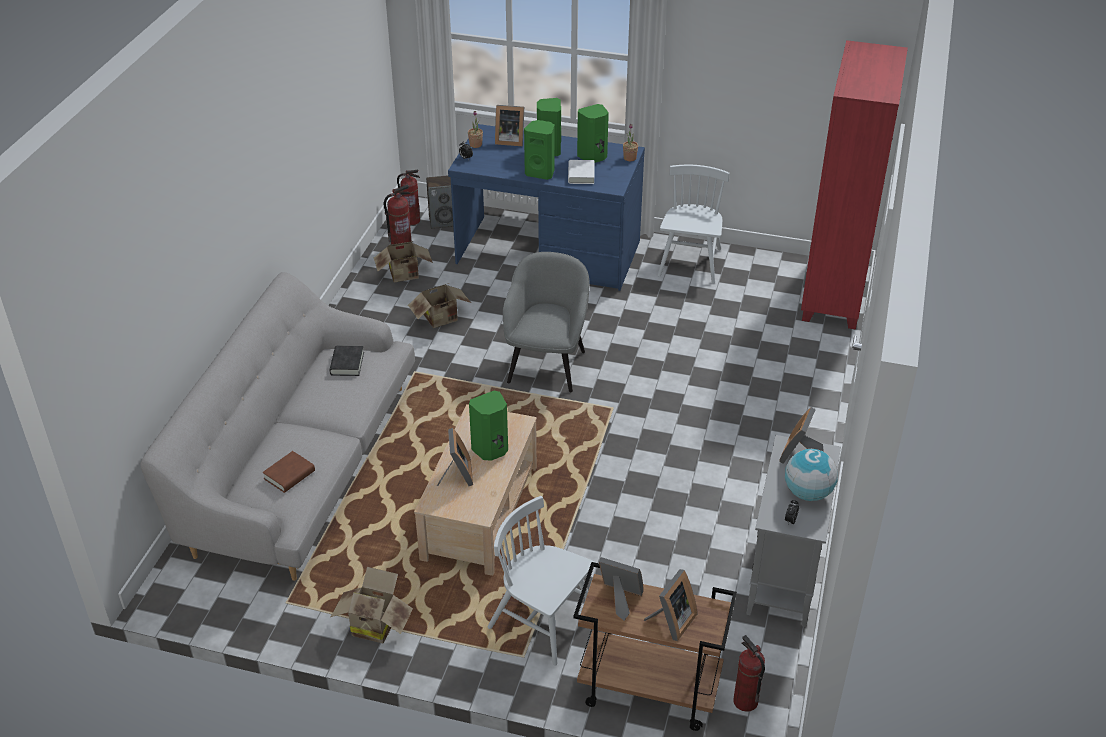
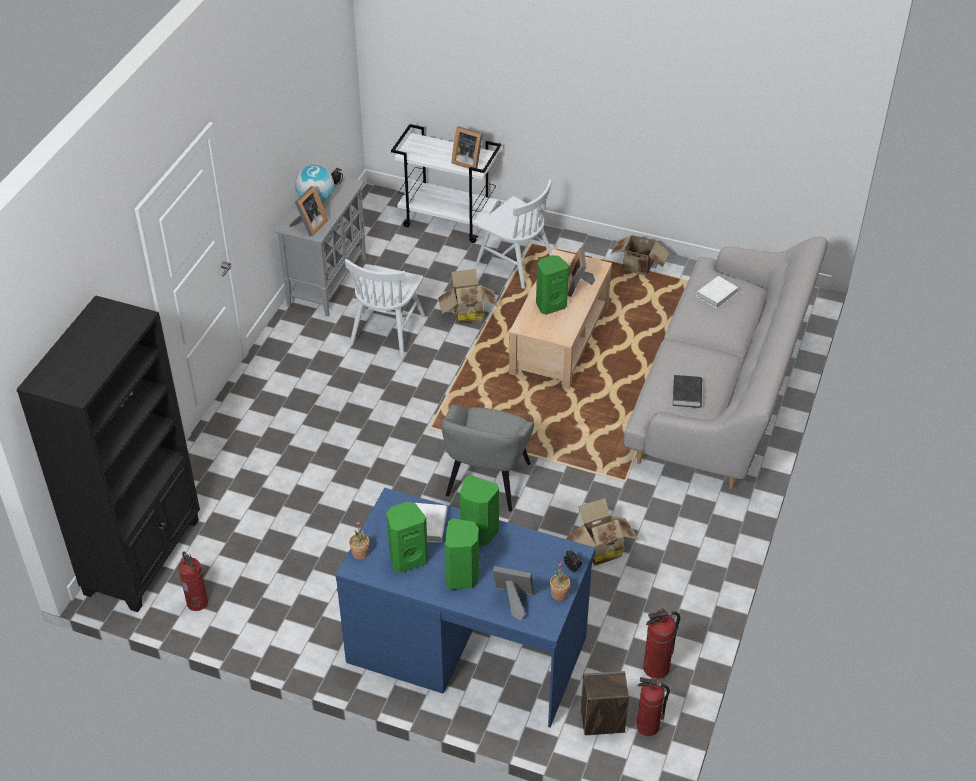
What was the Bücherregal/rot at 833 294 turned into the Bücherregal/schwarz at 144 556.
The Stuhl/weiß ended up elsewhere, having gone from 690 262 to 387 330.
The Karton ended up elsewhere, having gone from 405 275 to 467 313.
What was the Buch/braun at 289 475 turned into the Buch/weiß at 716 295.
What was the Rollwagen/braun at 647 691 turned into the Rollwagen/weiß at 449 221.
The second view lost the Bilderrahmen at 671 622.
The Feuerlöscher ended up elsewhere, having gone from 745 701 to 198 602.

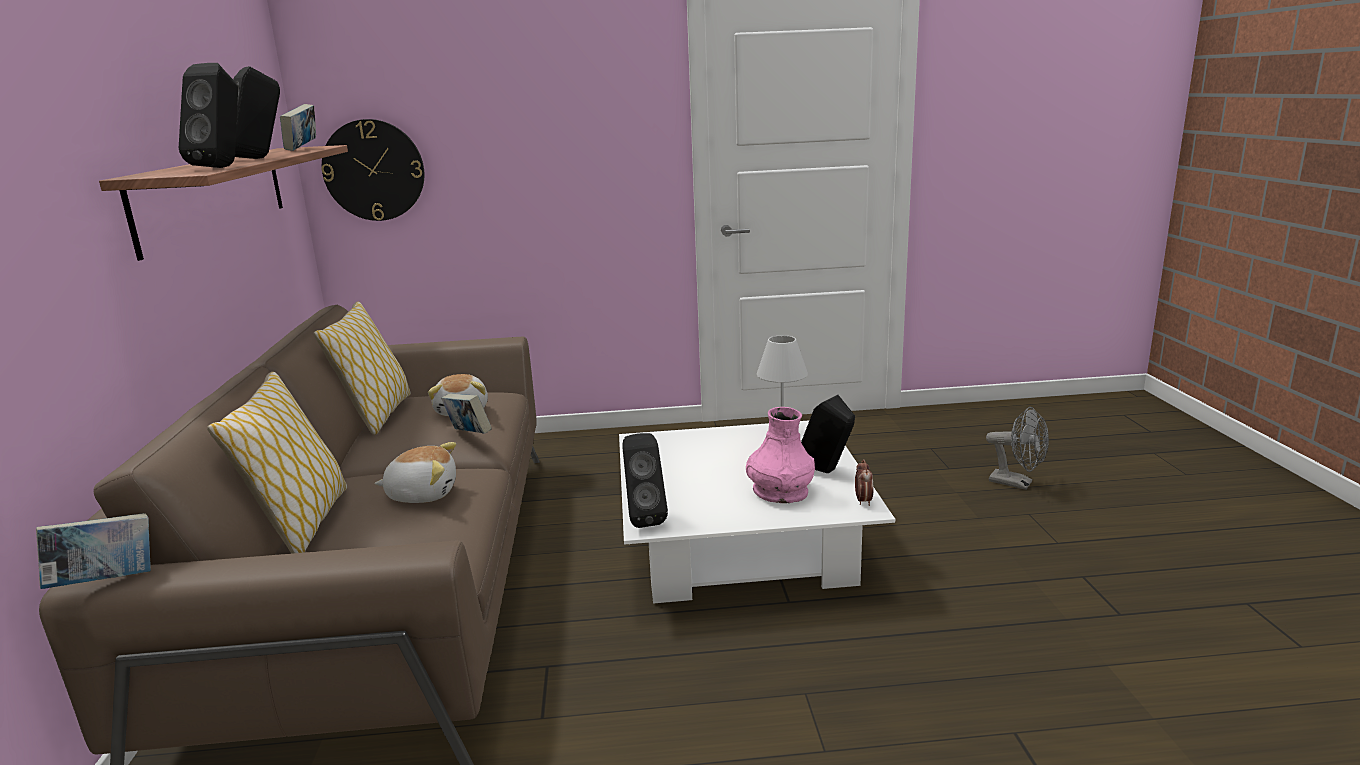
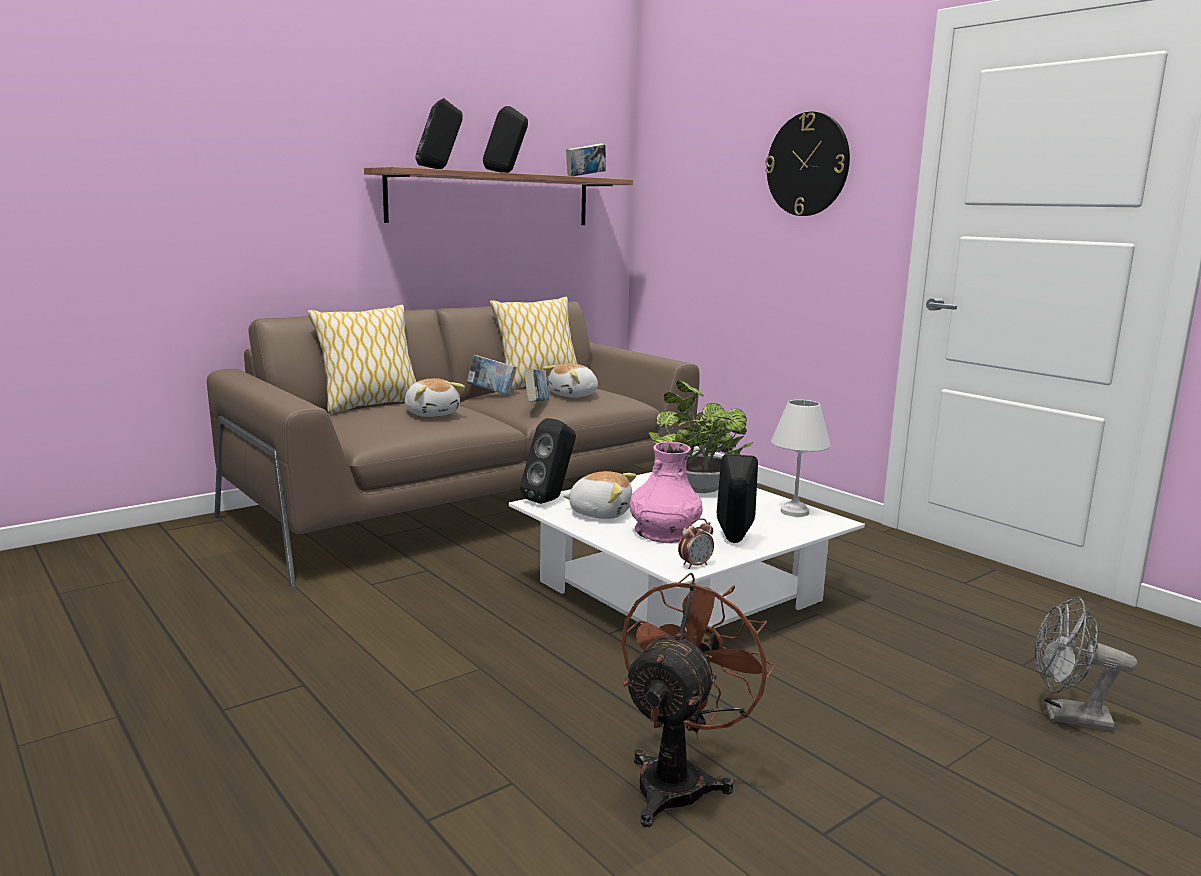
The Wanduhr ended up elsewhere, having gone from 374 170 to 808 164.
The Ventilator/grau at 1017 483 ended up facing another way, 105 degrees clockwise from before.
The Buch ended up elsewhere, having gone from 105 582 to 491 393.
The second view gained the Topfpflanze at 696 487.
The second view gained the Plüschtier at 600 513.
The second view gained the Ventilator/braun at 679 779.

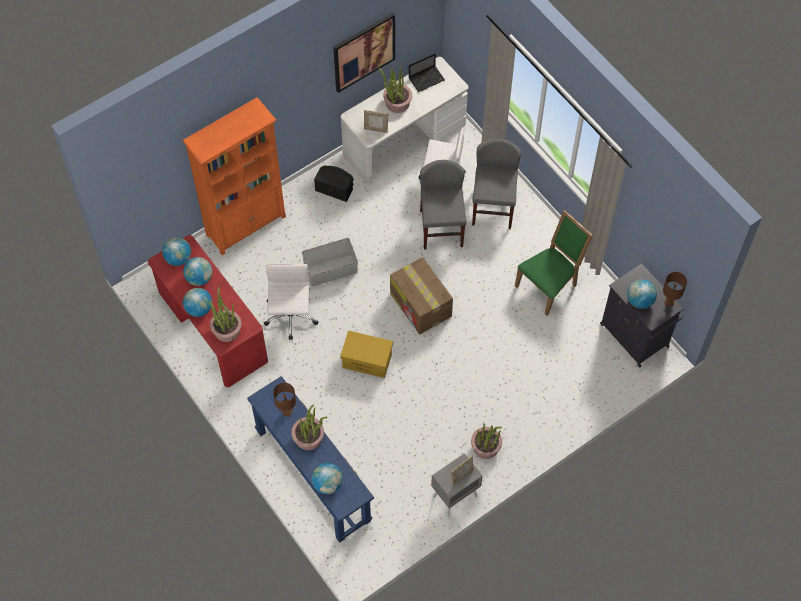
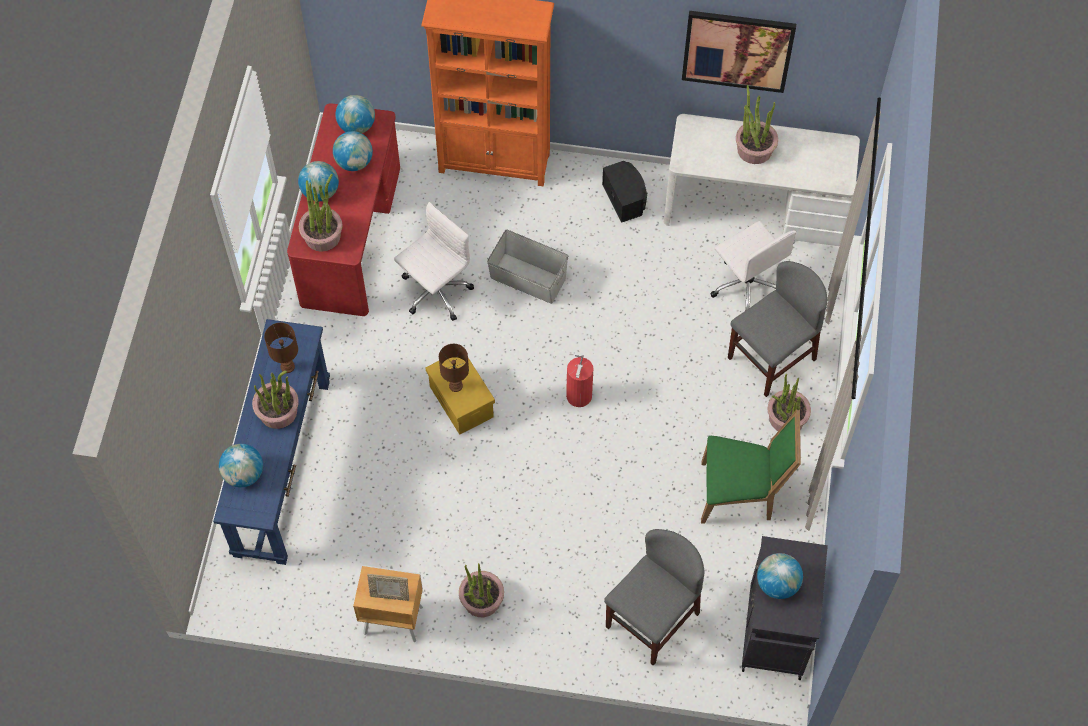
The second view lost the Laptop at 427 79.
The second view lost the Bilderrahmen at 376 129.
The Stuhl/grau ended up elsewhere, having gone from 441 228 to 652 620.
Where the Karton stood at 421 305, the Feuerlöscher came to stand at 579 394.
The Tischlampe/braun ended up elsewhere, having gone from 669 302 to 456 385.
What was the Nachttisch/grau at 453 497 turned into the Nachttisch/braun at 392 619.
The second view gained the Topfpflanze at 786 418.

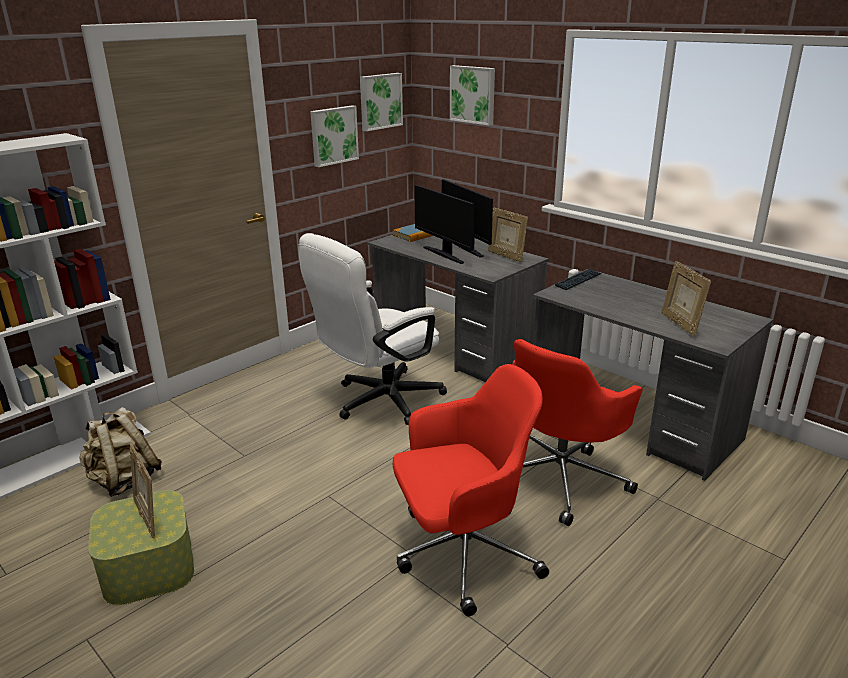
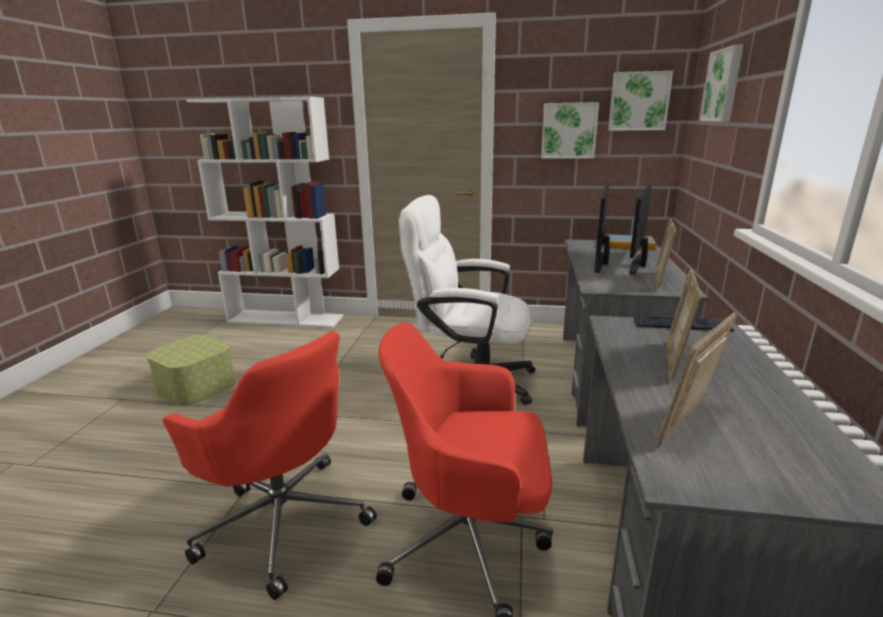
The second view lost the Rucksack/beige at 124 480.
The Bilderrahmen ended up elsewhere, having gone from 148 517 to 674 361.

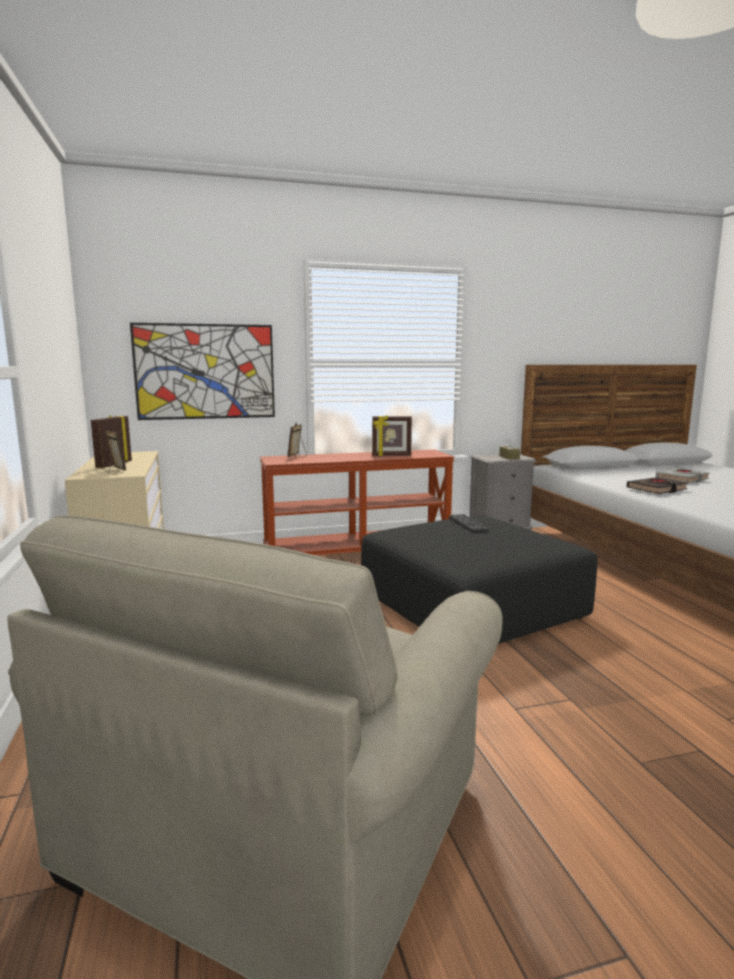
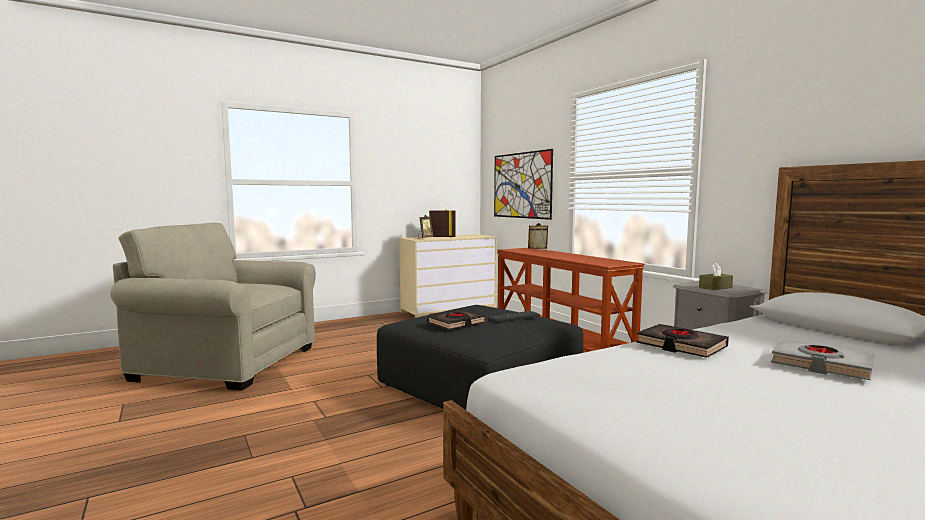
The second view lost the Bilderrahmen at 391 455.
The second view gained the Buch/schwarz at 456 323.

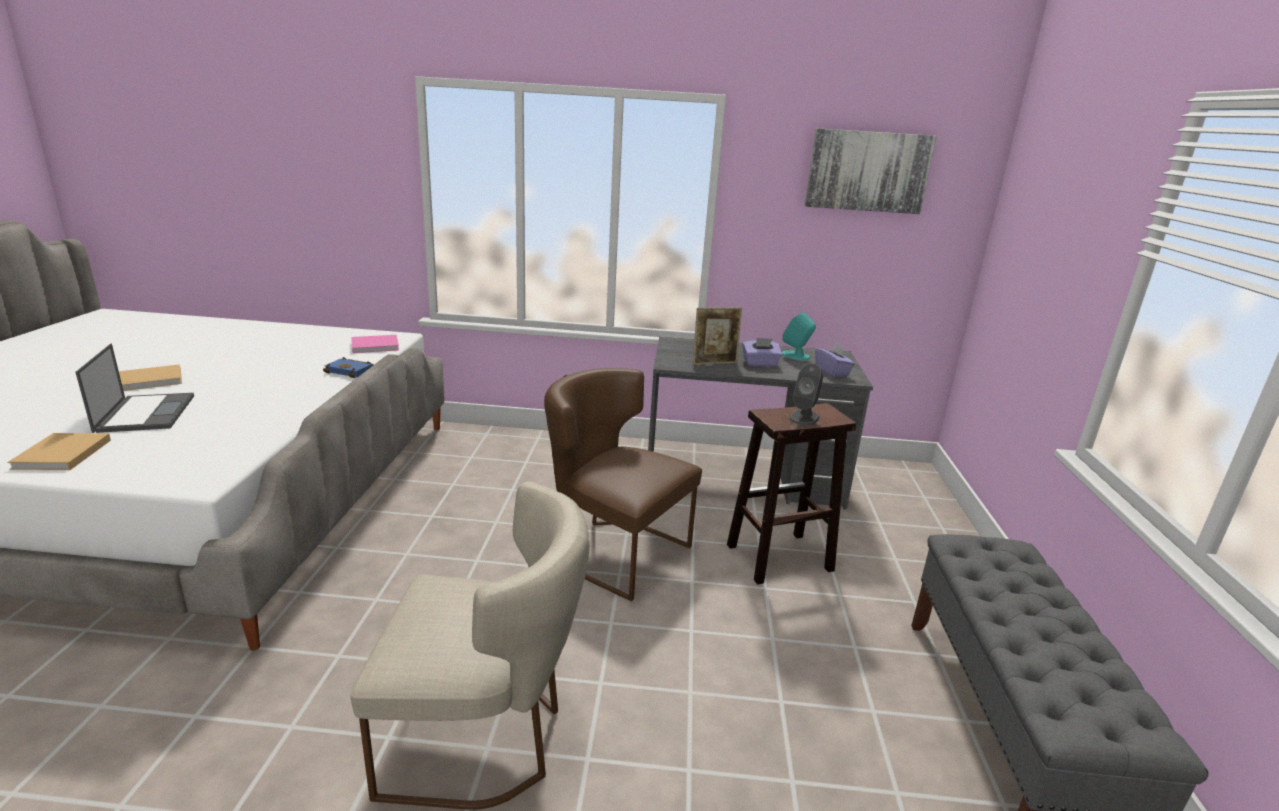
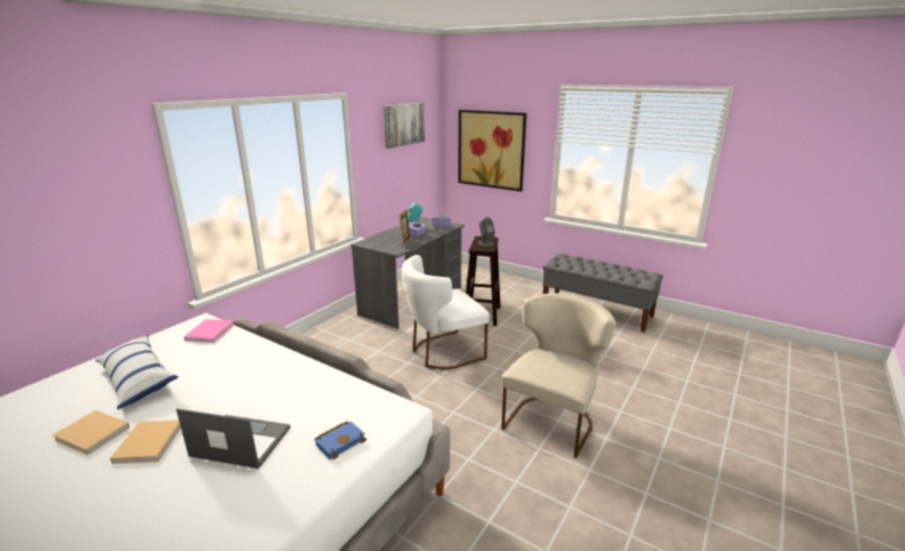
The Buch/blau ended up elsewhere, having gone from 351 371 to 341 441.
What was the Stuhl/braun at 613 550 turned into the Stuhl/weiß at 442 352.
The Buch/beige ended up elsewhere, having gone from 61 455 to 93 434.
The second view gained the Bild at 491 149.
The second view gained the Kissen at 137 379.

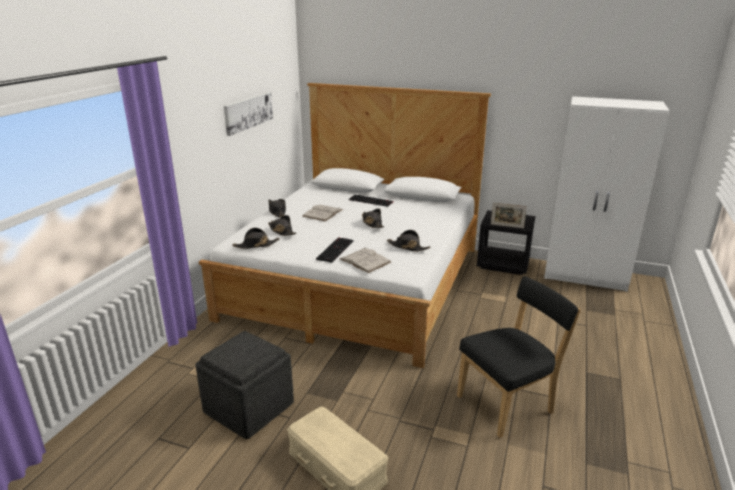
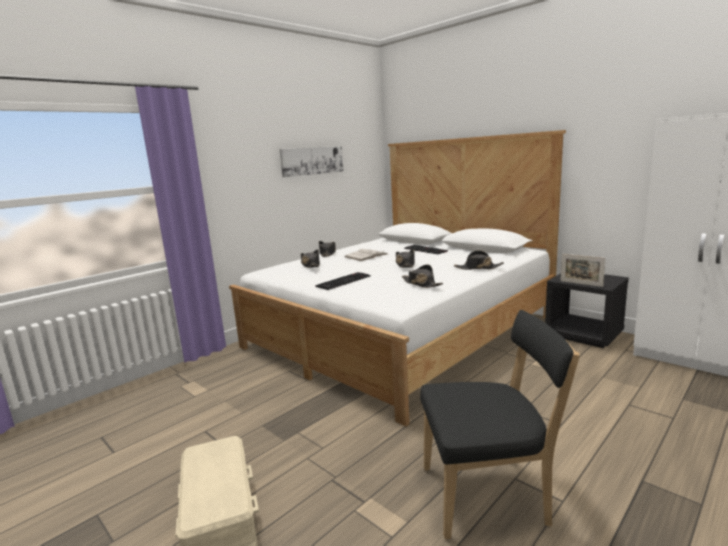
The Hut/schwarz ended up elsewhere, having gone from 256 245 to 478 268.
The second view lost the Buch/weiß at 365 260.
The second view lost the Polsterhocker/grau at 249 407.

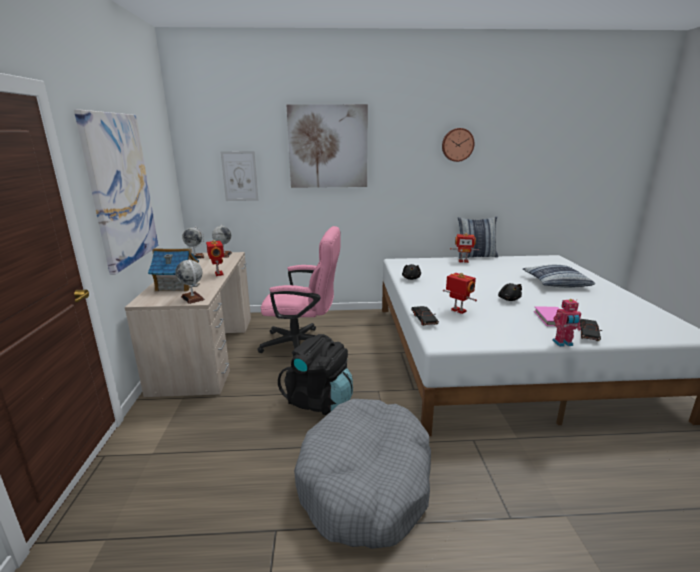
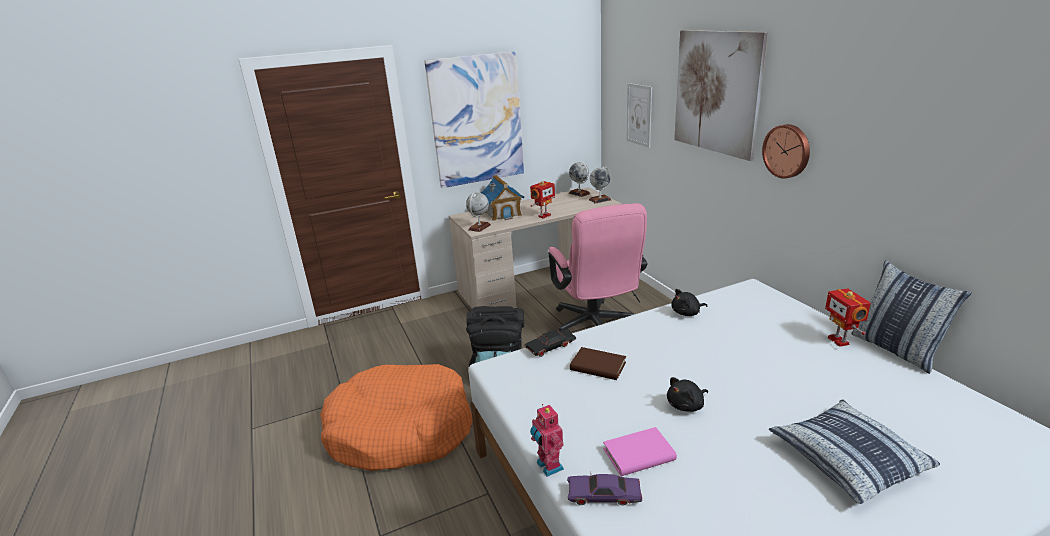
The Wanduhr ended up elsewhere, having gone from 457 144 to 787 151.
Where the Spielzeugroboter stood at 458 311, the Buch/braun came to stand at 598 366.
What was the Spielzeugauto/schwarz at 588 333 turned into the Spielzeugauto/lila at 603 495.
What was the Hundebett/grau at 366 482 turned into the Hundebett/orange at 400 430.

